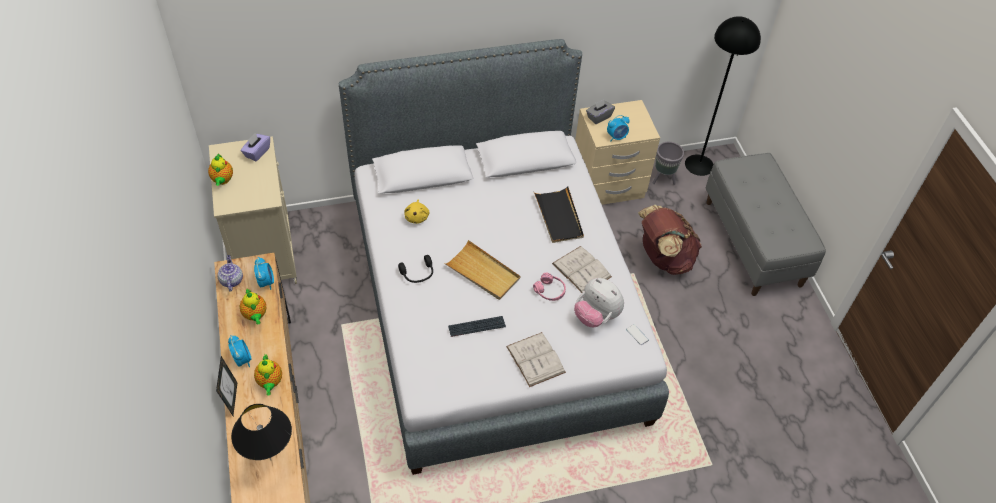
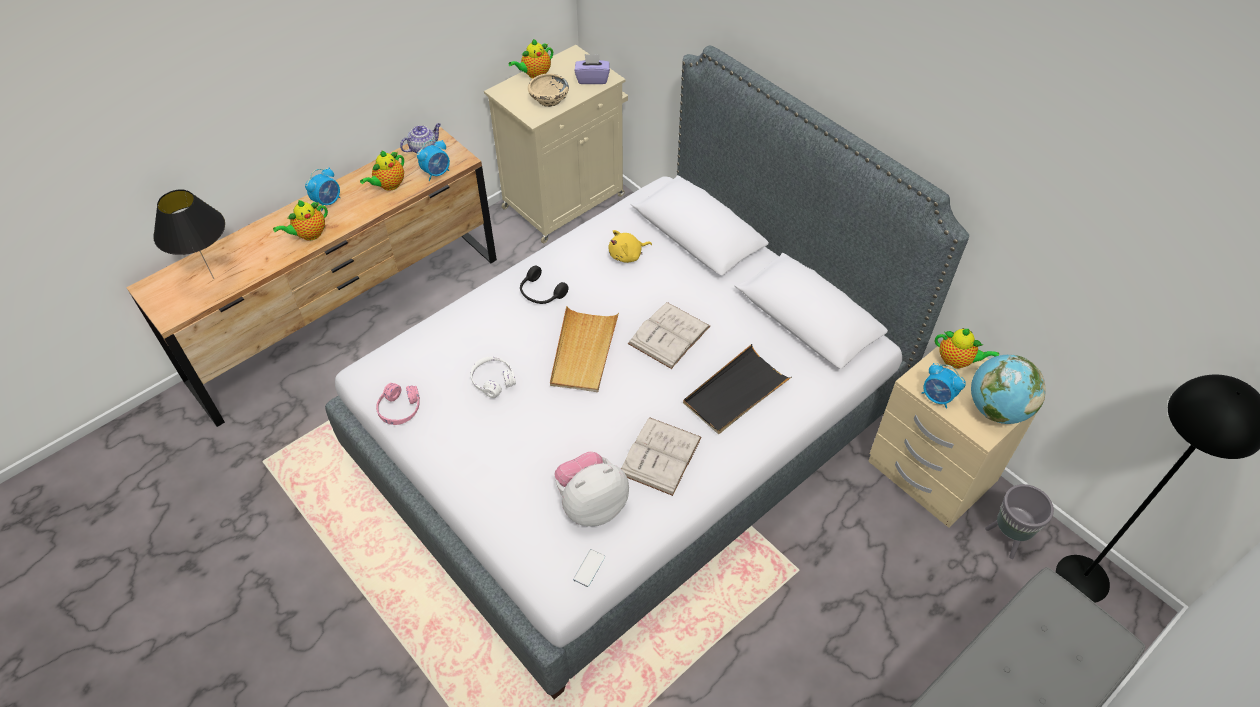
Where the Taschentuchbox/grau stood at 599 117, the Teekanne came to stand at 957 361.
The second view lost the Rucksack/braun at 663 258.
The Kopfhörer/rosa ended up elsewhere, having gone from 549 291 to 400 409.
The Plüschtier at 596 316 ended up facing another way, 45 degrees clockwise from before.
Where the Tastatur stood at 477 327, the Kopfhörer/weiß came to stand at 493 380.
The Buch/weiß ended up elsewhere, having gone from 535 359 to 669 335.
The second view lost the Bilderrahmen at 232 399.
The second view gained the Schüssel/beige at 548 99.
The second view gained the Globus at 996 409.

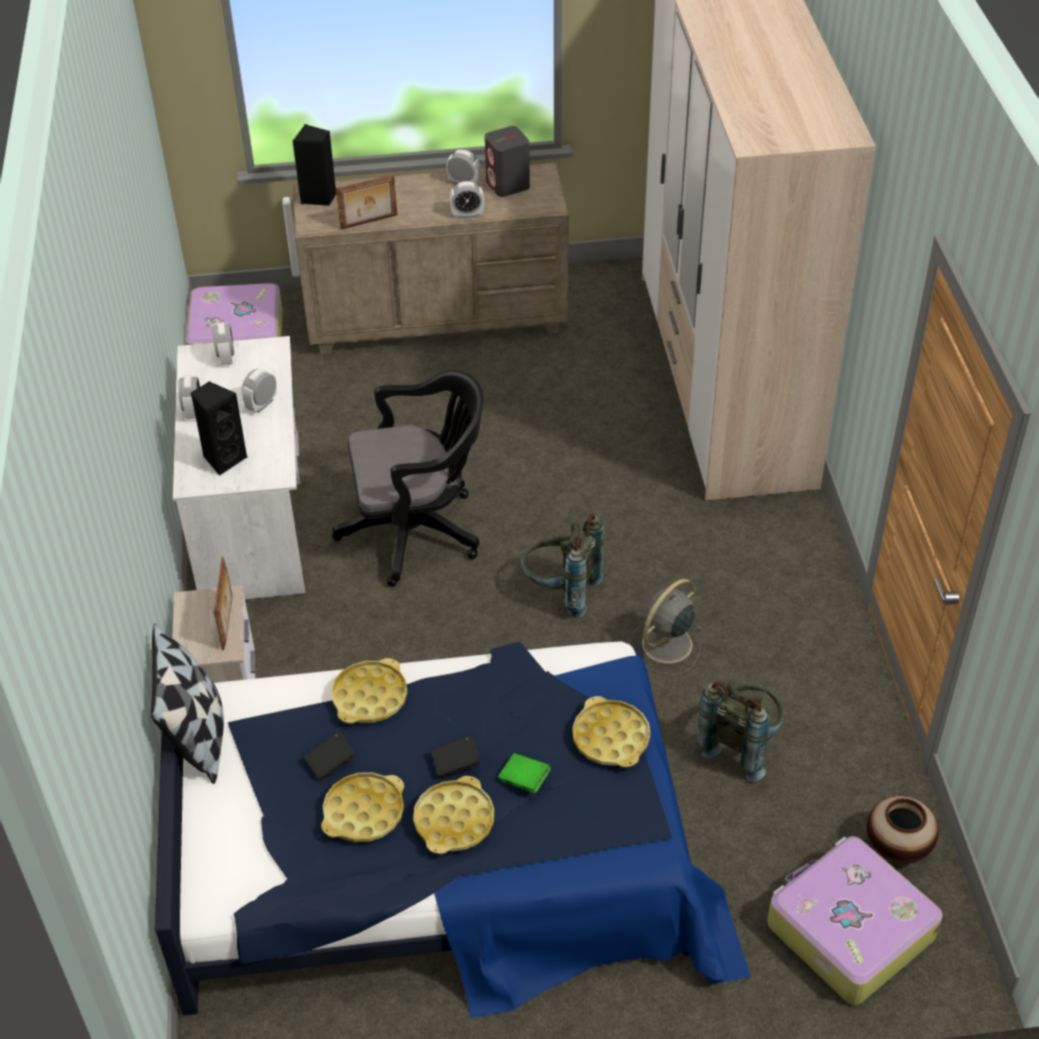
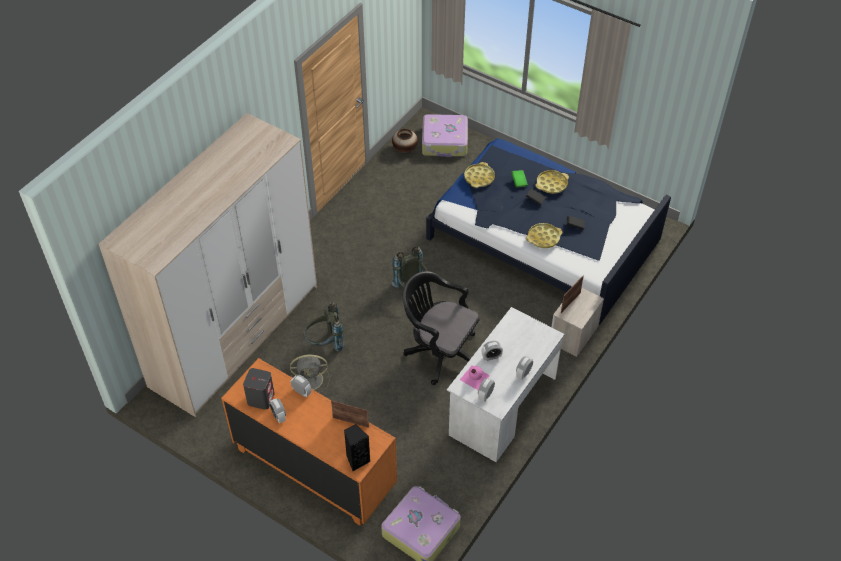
What was the Kommode/beige at 436 319 turned into the Kommode/orange at 314 467.
The second view lost the Lautsprecher/schwarz at 224 459.
The Ventilator/grau ended up elsewhere, having gone from 665 645 to 311 380.
The second view lost the Kissen at 197 737.
The Rucksack/grau ended up elsewhere, having gone from 741 745 to 325 343.
The second view lost the Tablett/gelb at 363 812.
The second view gained the Flasche/rosa at 474 377.

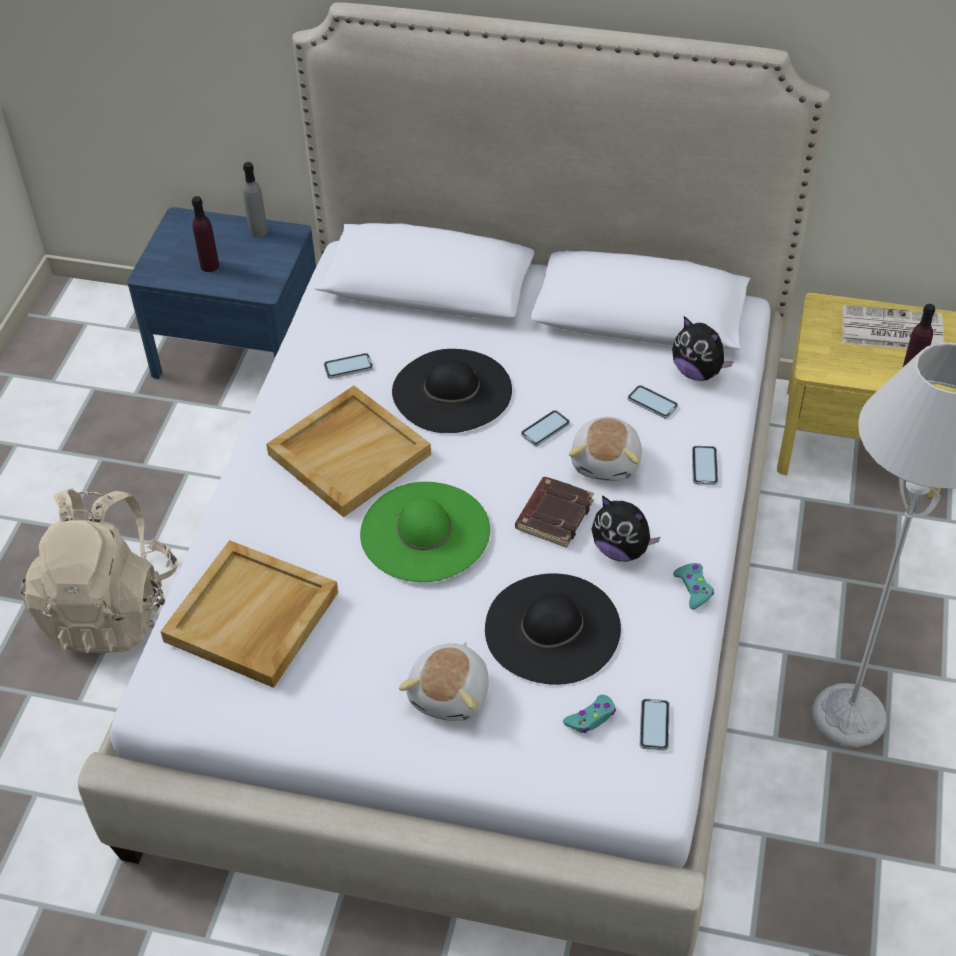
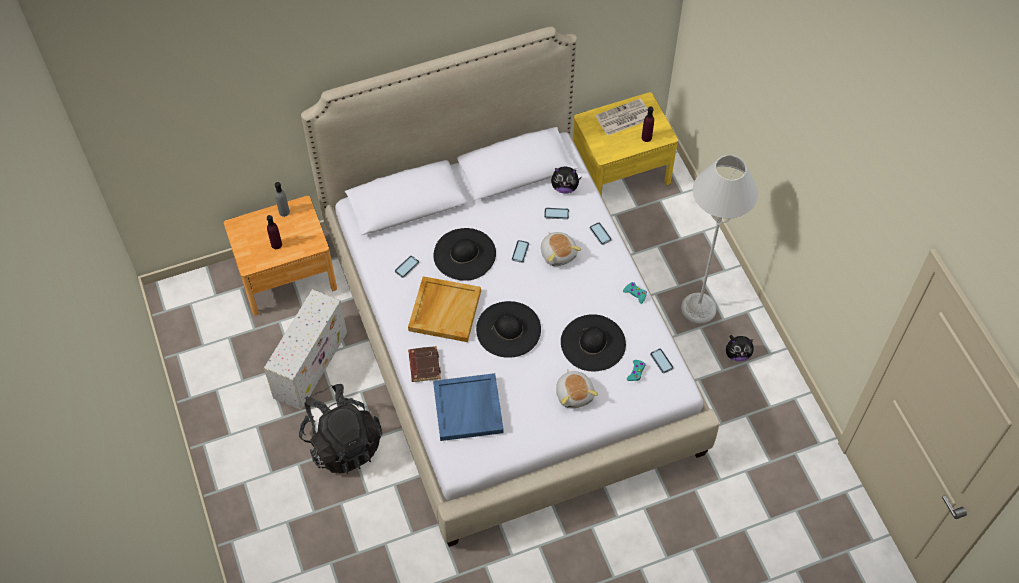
What was the Nachttisch/blau at 238 348 turned into the Nachttisch/braun at 286 275.
The Buch/braun ended up elsewhere, having gone from 553 515 to 424 365.
What was the Hut/grün at 425 532 turned into the Hut/schwarz at 508 329.
What was the Rucksack/beige at 110 609 turned into the Rucksack/schwarz at 343 443.
The Plüschtier ended up elsewhere, having gone from 621 549 to 737 354.
What was the Tablett/beige at 252 618 turned into the Tablett/blau at 468 409.
The second view gained the Aufbewahrungsbox/weiß at 311 363.

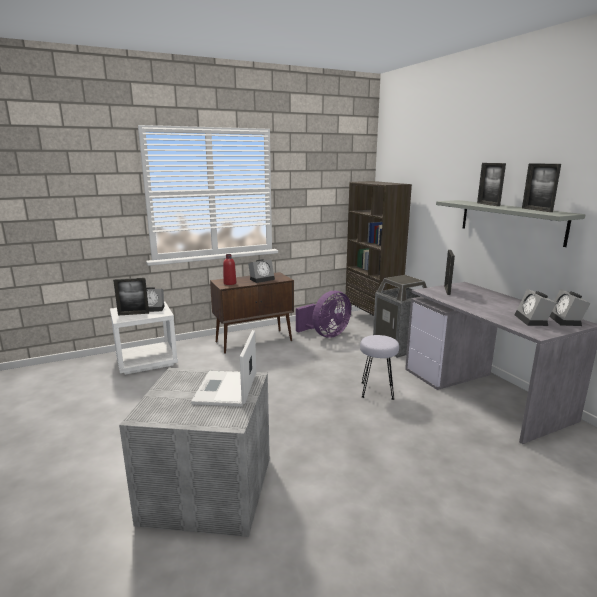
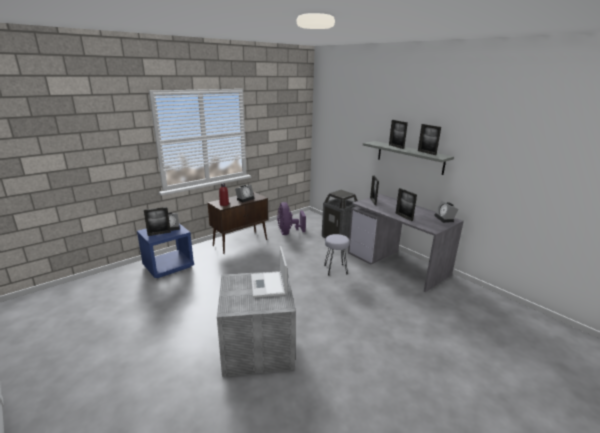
The second view lost the Bücherregal/braun at 372 320.
The second view lost the Wecker at 533 320.
The Ventilator/lila at 326 335 ended up facing another way, 135 degrees clockwise from before.
What was the Nachttisch/weiß at 147 361 turned into the Nachttisch/blau at 168 266.
The second view gained the Bilderrahmen at 404 217.

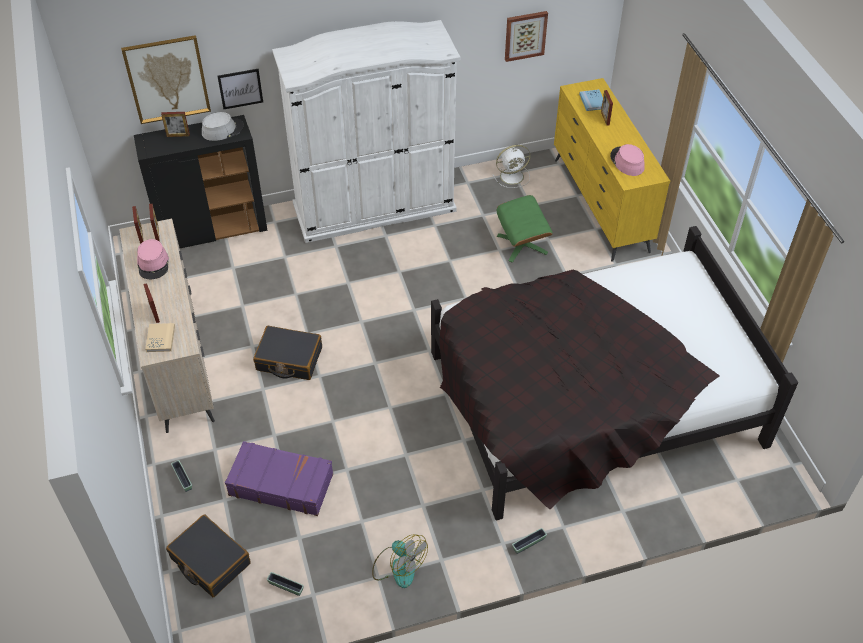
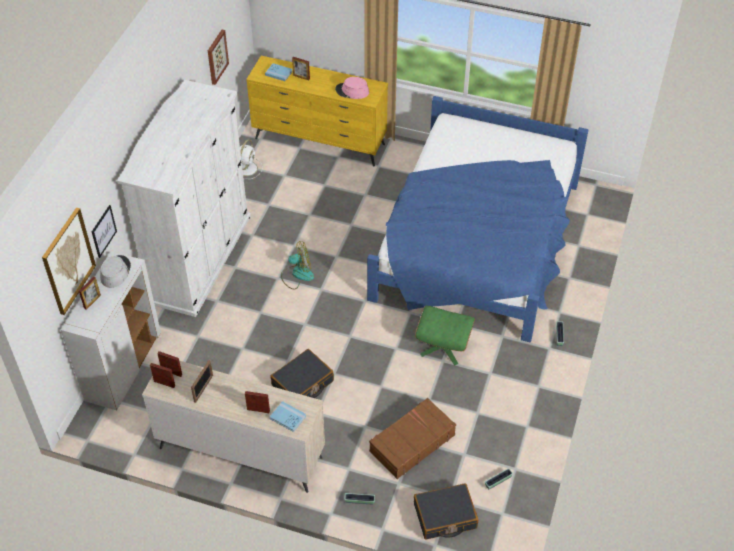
What was the Schrank/schwarz at 213 230 turned into the Schrank/weiß at 123 367.
The Polsterhocker/grün ended up elsewhere, having gone from 522 244 to 443 346.
What was the Bett/schwarz at 593 399 turned into the Bett/blau at 477 242.
Where the Hut/rosa stood at 153 264, the Bilderrahmen came to stand at 203 388.
What was the Buch/beige at 160 339 turned into the Buch/blau at 287 417.
What was the Koffer/lila at 281 484 turned into the Koffer/braun at 411 443.
The Ventilator ended up elsewhere, having gone from 398 566 to 297 274.

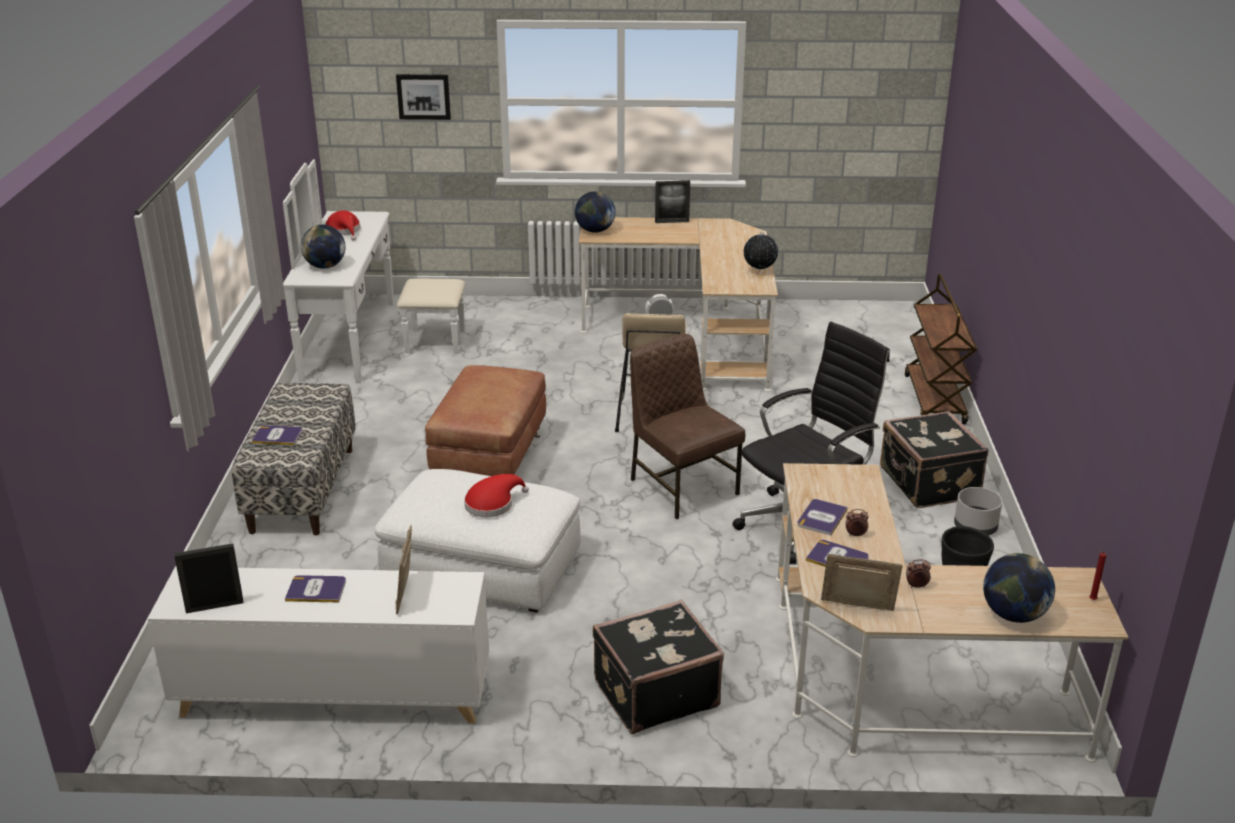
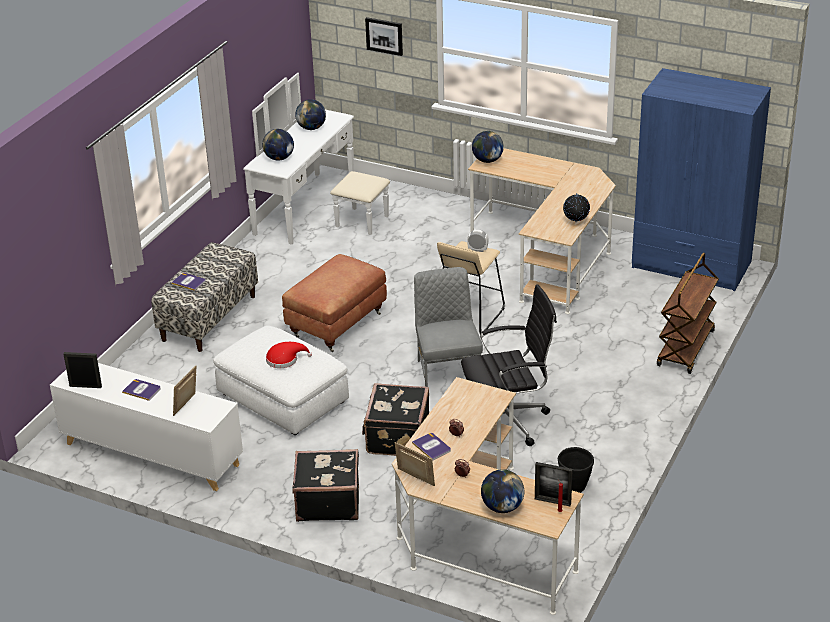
The Bilderrahmen ended up elsewhere, having gone from 672 222 to 552 501.
Where the Hut/rot stood at 344 231, the Globus came to stand at 311 128.
What was the Stuhl/braun at 682 486 turned into the Stuhl/grau at 447 373.
The Koffer/schwarz ended up elsewhere, having gone from 927 484 to 396 437.
The second view lost the Pflanzkübel/grau at 974 527.
The second view lost the Buch at 822 517.
The second view gained the Kleiderschrank/blau at 691 265.

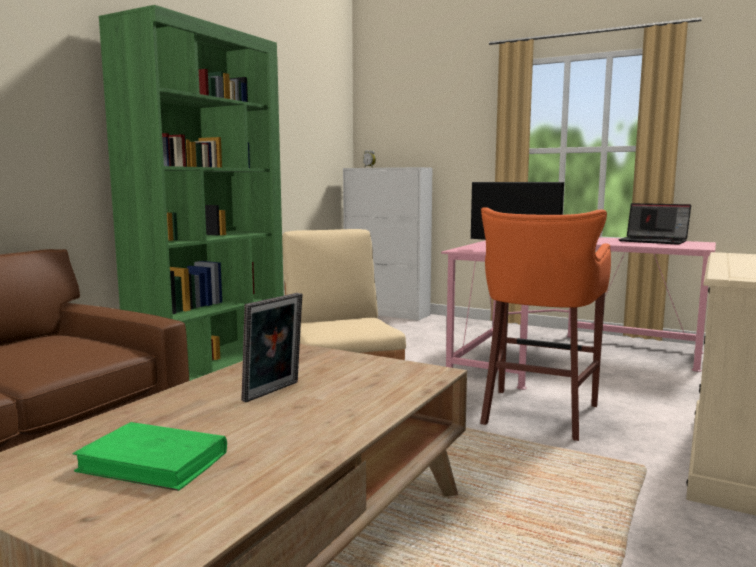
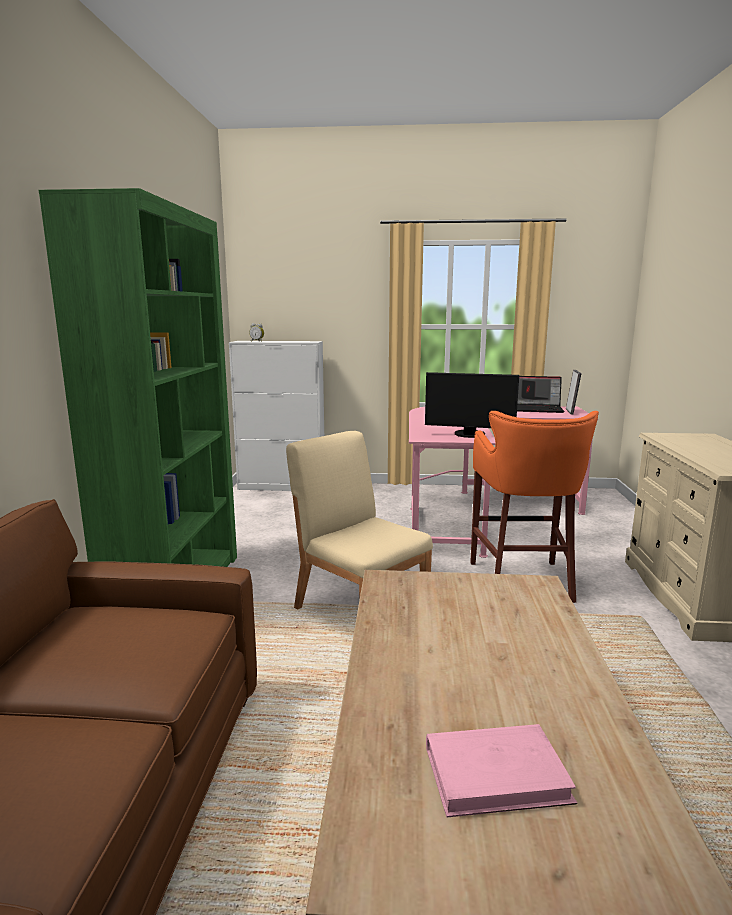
The Bilderrahmen ended up elsewhere, having gone from 274 392 to 571 411.
What was the Buch/grün at 154 462 turned into the Buch/rosa at 496 774.

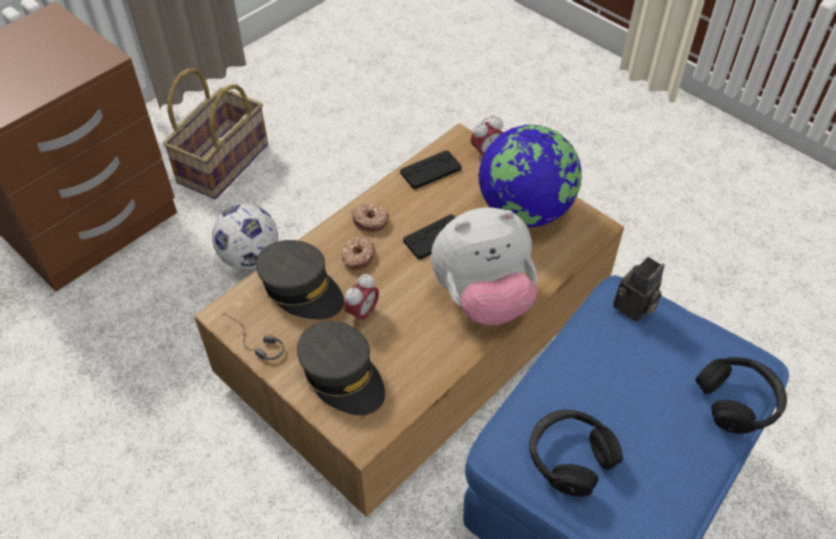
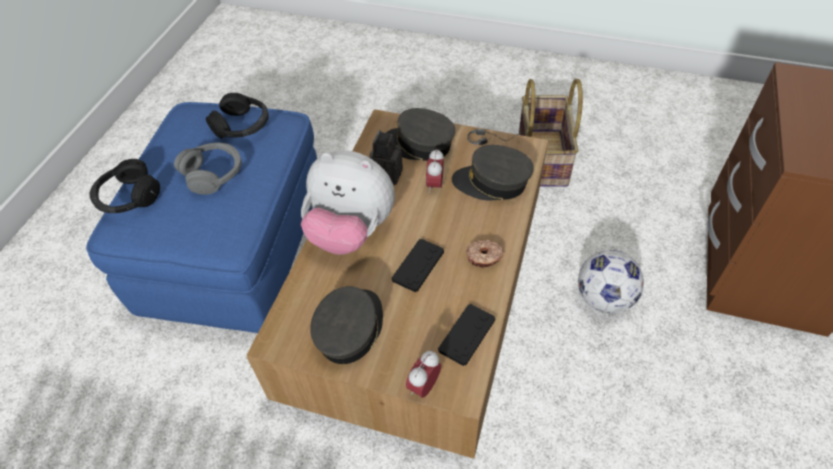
The Korb ended up elsewhere, having gone from 222 162 to 544 158.
Where the Globus stood at 525 210, the Kappe/grau came to stand at 350 329.
The Plüschtier at 483 298 ended up facing another way, 120 degrees counterclockwise from before.
The second view lost the Donut at 357 257.
The Kamera ended up elsewhere, having gone from 634 308 to 387 174.
The second view gained the Kopfhörer/grau at 213 174.

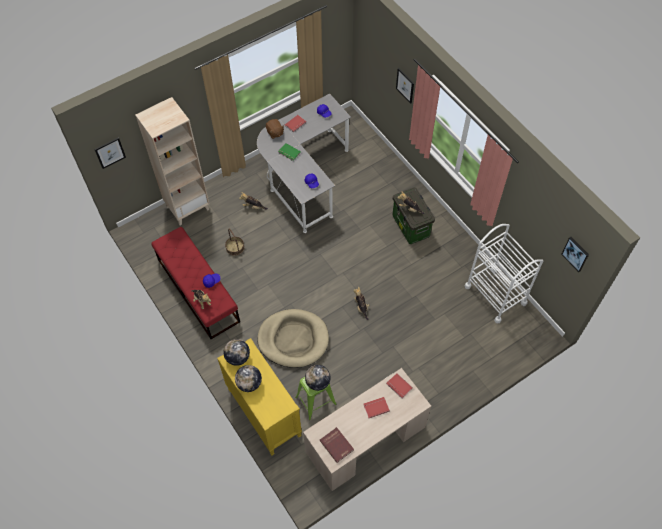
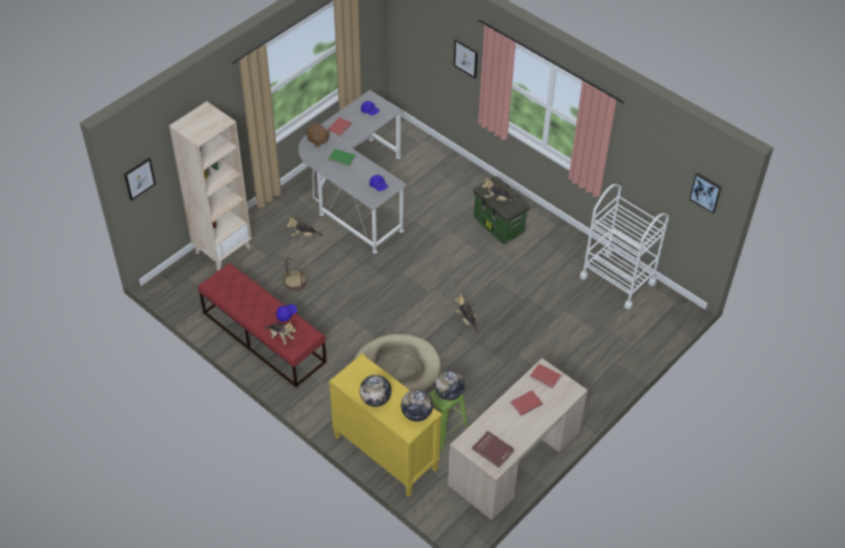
The Globus ended up elsewhere, having gone from 238 357 to 416 414.

